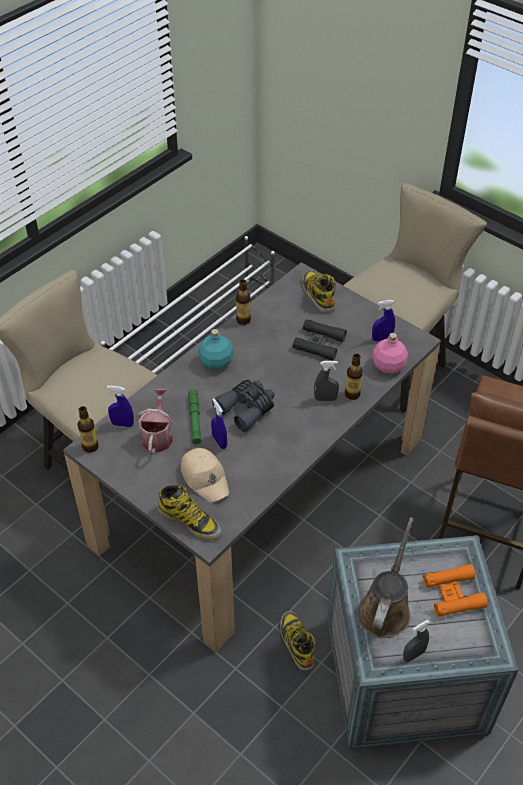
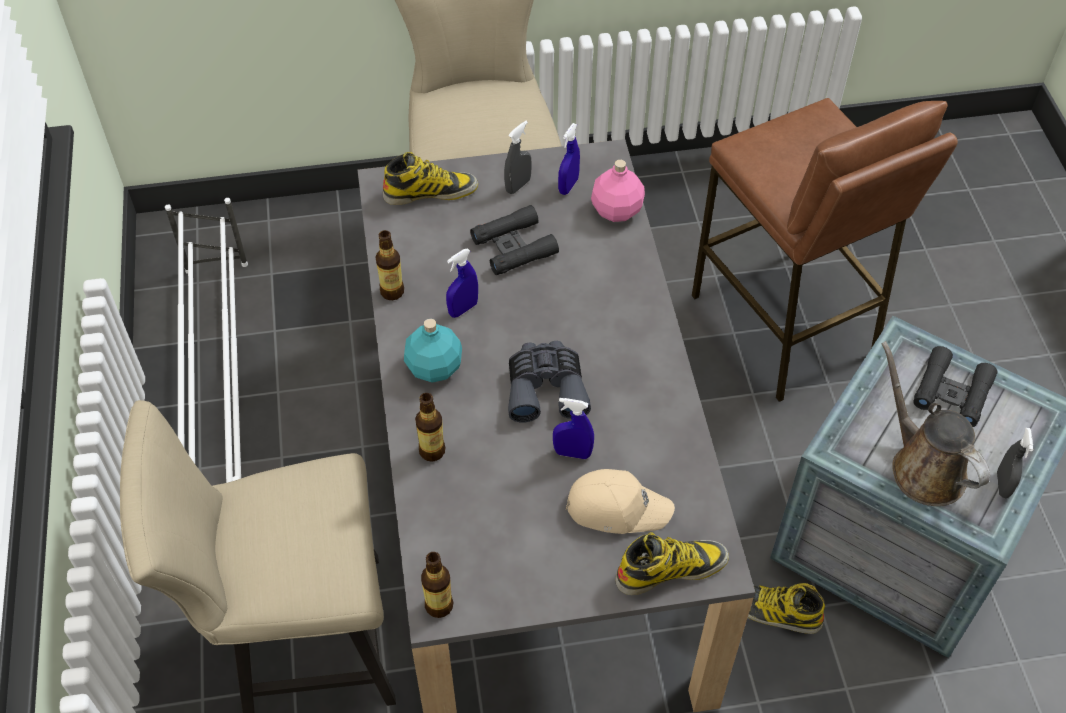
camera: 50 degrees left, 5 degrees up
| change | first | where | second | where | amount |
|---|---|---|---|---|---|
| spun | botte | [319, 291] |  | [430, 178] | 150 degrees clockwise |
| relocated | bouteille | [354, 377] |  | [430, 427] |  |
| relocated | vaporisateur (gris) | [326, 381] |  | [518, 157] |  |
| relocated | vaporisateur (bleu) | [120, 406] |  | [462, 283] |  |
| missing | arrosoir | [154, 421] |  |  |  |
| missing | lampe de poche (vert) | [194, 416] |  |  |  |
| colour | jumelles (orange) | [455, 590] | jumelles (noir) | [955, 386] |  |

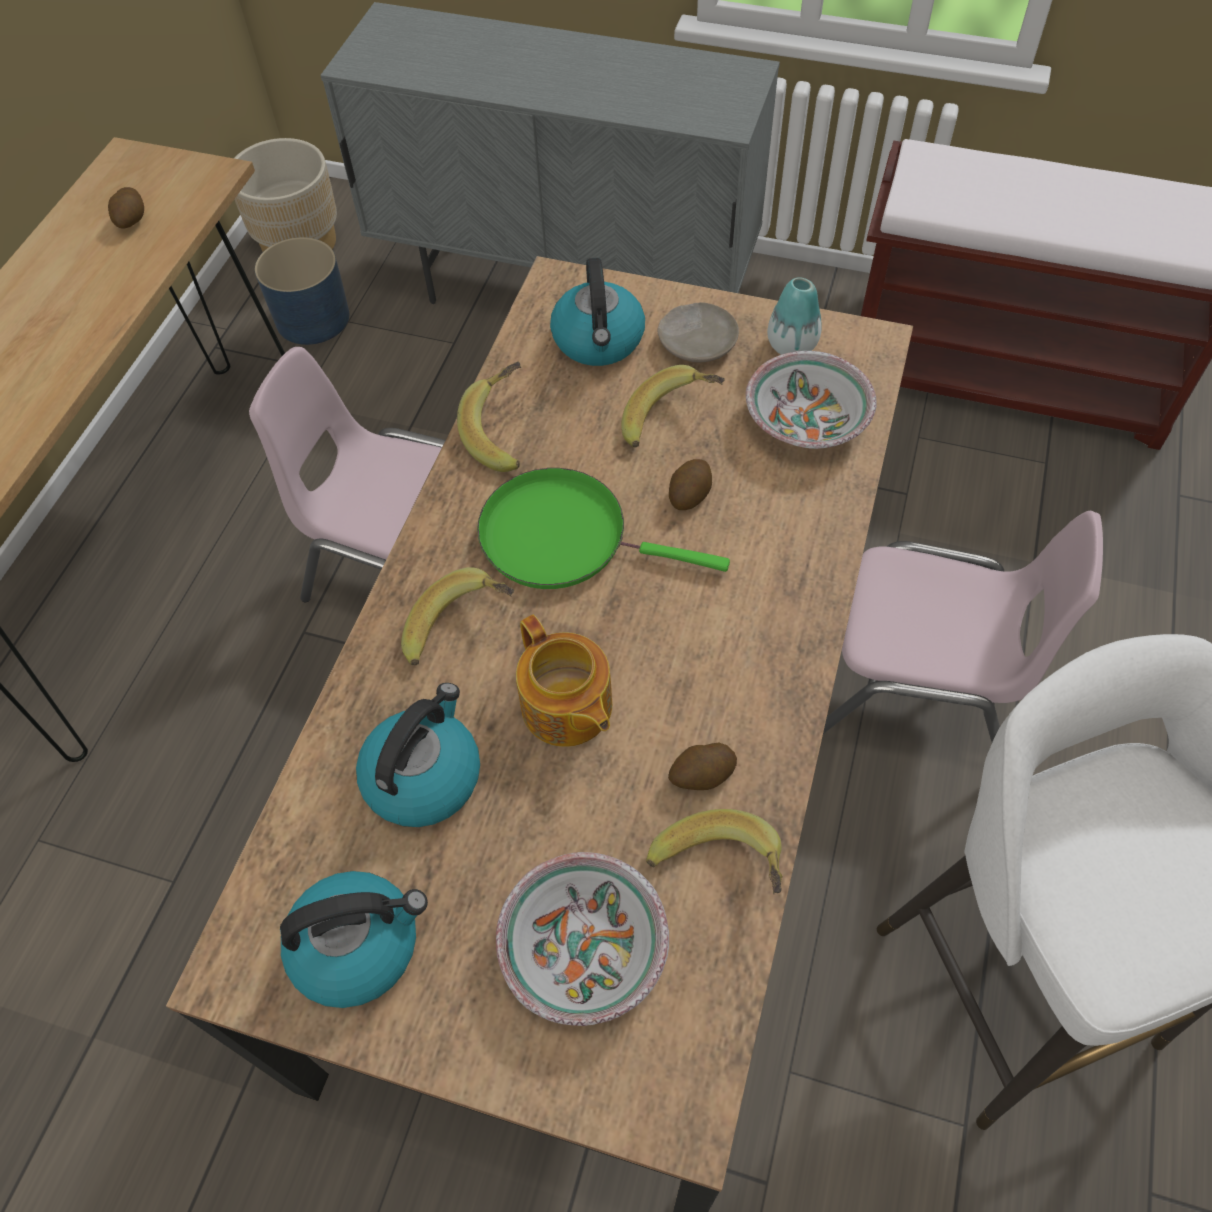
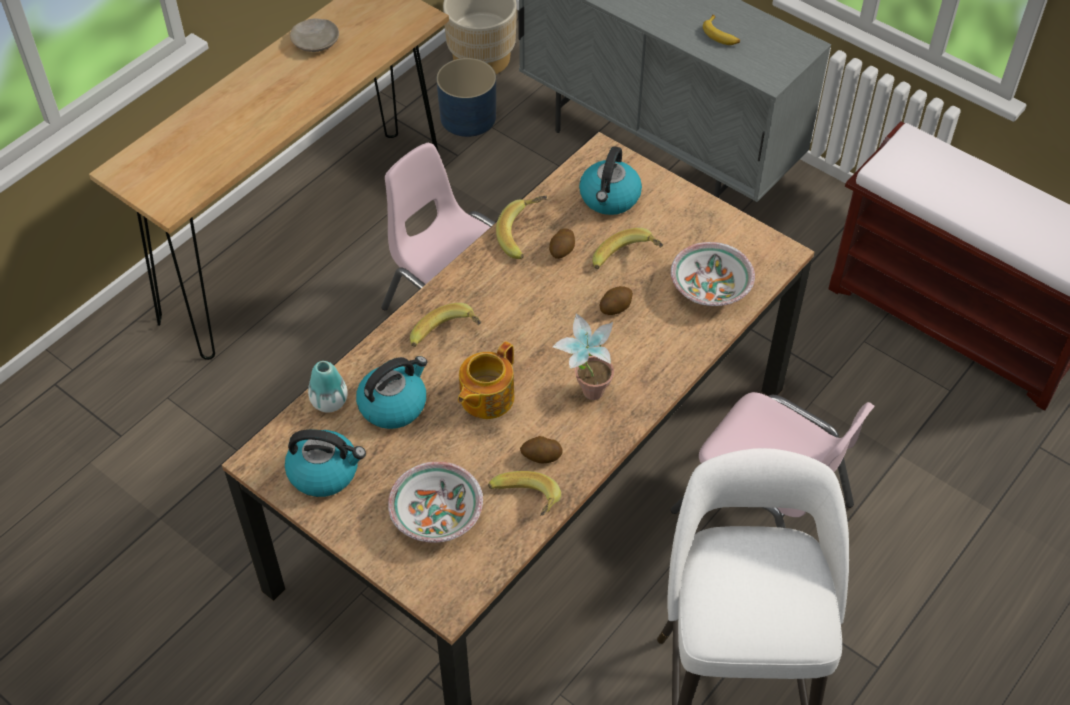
camera: 20 degrees right, 5 degrees down
| change | first | where | second | where | amount |
|---|---|---|---|---|---|
| relocated | pomme de terre | [126, 208] |  | [562, 243] |  |
| relocated | vase | [794, 316] |  | [328, 387] |  |
| relocated | assiette (beige) | [698, 332] |  | [314, 35] |  |
| missing | poêle (vert) | [603, 528] |  |  |  |
| spun | théière | [564, 681] |  | [486, 380] | 45 degrees clockwise |
| appeared |  |  | banane | [721, 30] |  |
| appeared |  |  | plante en pot | [583, 356] |  |

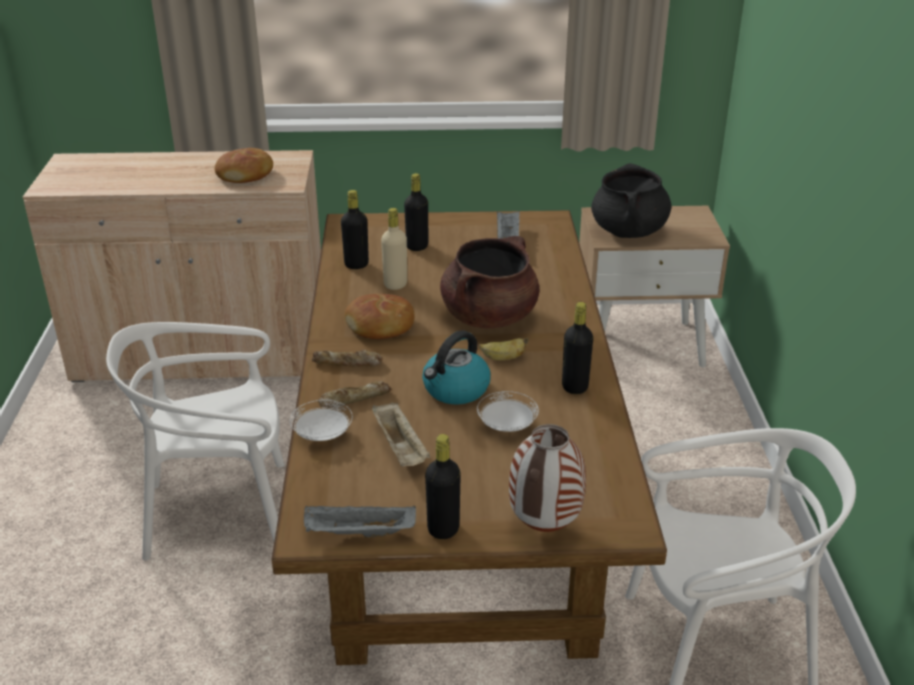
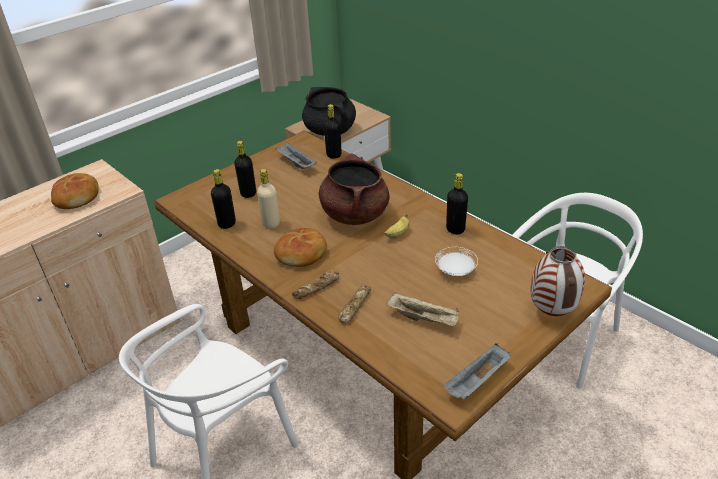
camera: 40 degrees left, 5 degrees up
| change | first | where | second | where | amount |
|---|---|---|---|---|---|
| missing | bouilloire | [456, 368] |  |  |  |
| missing | assiette (blanc) | [321, 420] |  |  |  |
| relocated | bouteille (noir) | [443, 486] |  | [333, 131] |  |

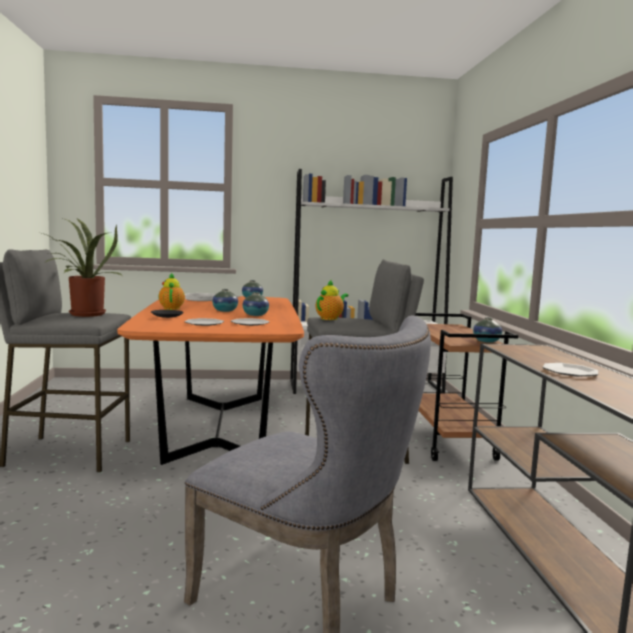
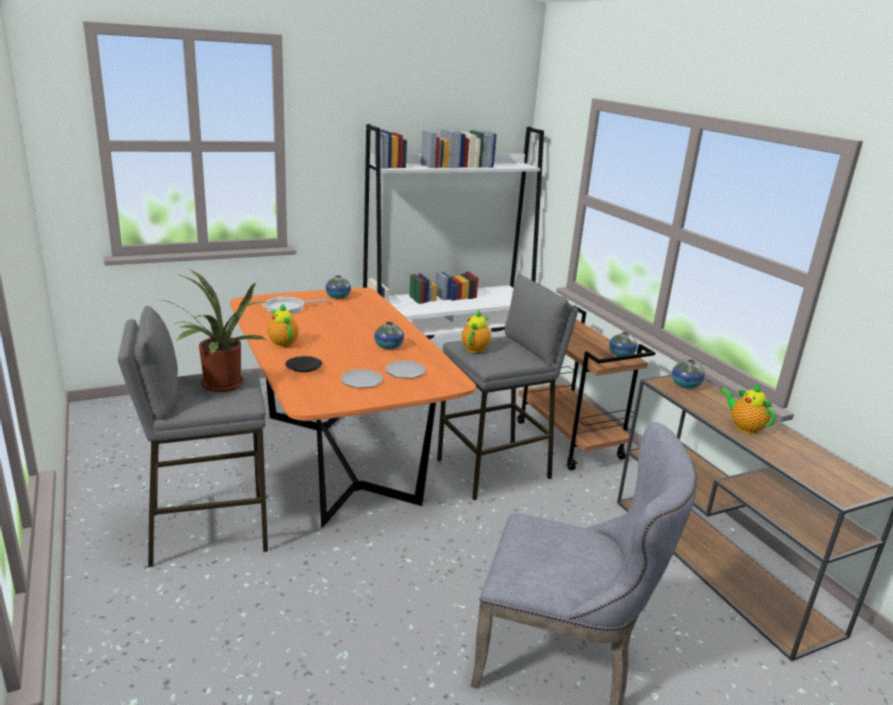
camera: 20 degrees left, 15 degrees up
| change | first | where | second | where | amount |
|---|---|---|---|---|---|
| relocated | vase | [225, 300] |  | [688, 374] |  |
| exchanged | assiette | [570, 369] | théière | [748, 408] |  |

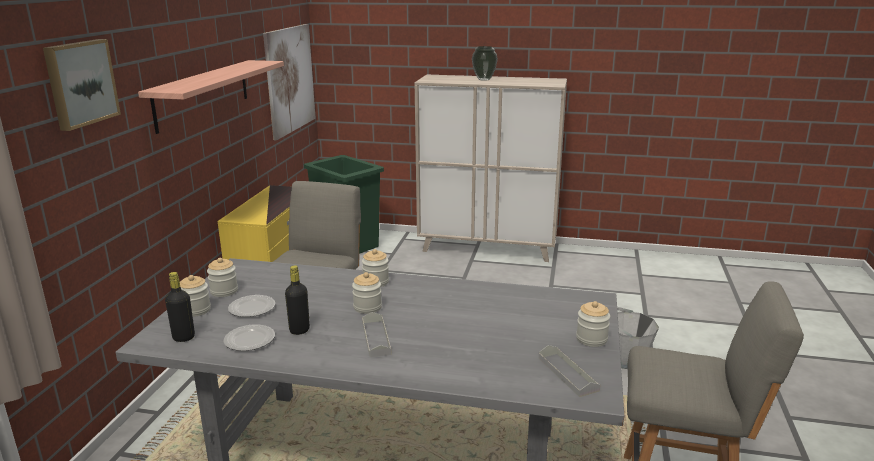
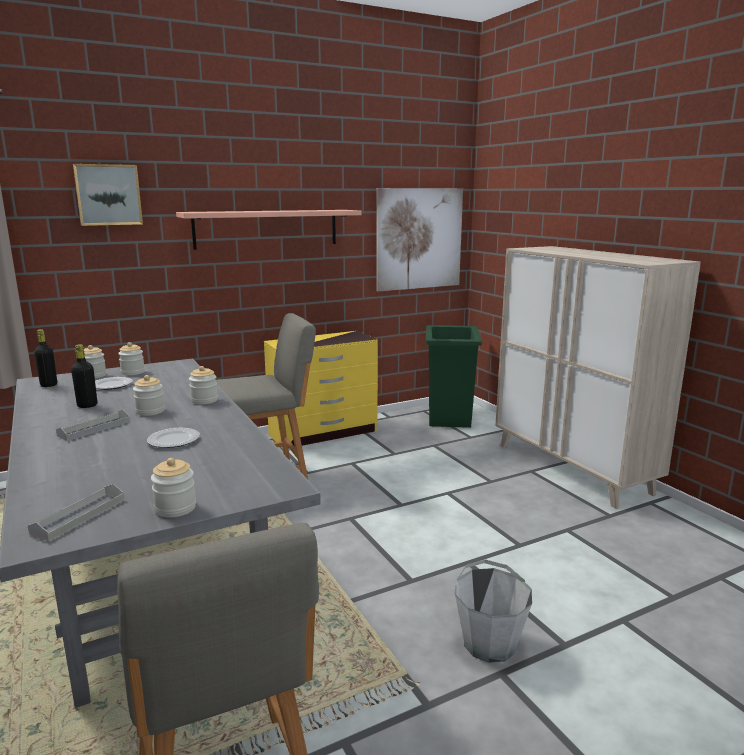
camera: 50 degrees right, 5 degrees down
| change | first | where | second | where | amount |
|---|---|---|---|---|---|
| missing | vase | [485, 63] |  |  |  |
| relocated | assiette | [249, 337] |  | [173, 438] |  |

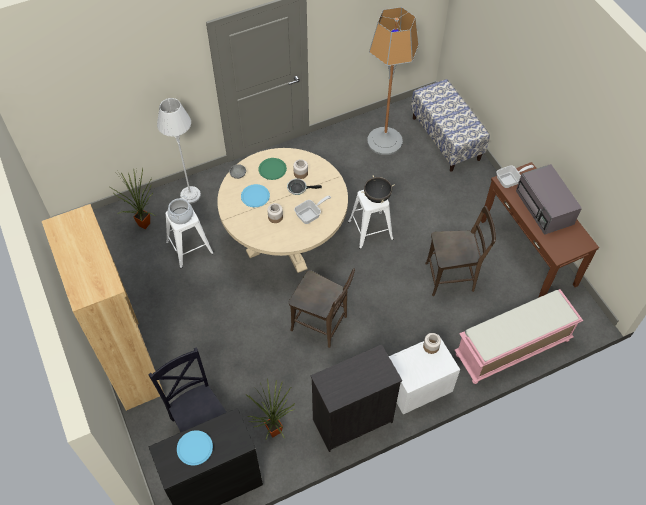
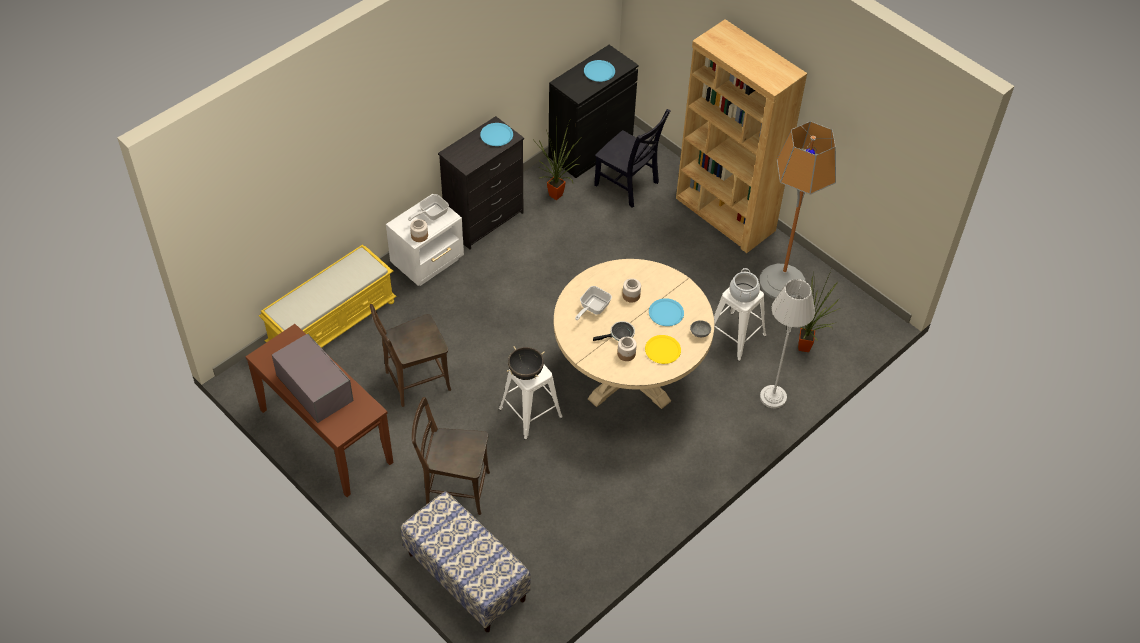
camera: 160 degrees right, 5 degrees down
| change | first | where | second | where | amount |
|---|---|---|---|---|---|
| relocated | lampadaire | [393, 81] |  | [797, 210] |  |
| colour | assiette (vert) | [272, 169] | assiette (jaune) | [663, 349] |  |
| relocated | poêle | [515, 176] |  | [428, 207] |  |
| relocated | chaise (marron) | [322, 308] |  | [451, 456] |  |
| colour | banc (rose) | [519, 336] | banc (jaune) | [327, 296] |  |
| appeared |  |  | assiette (bleu) | [496, 134] |  |

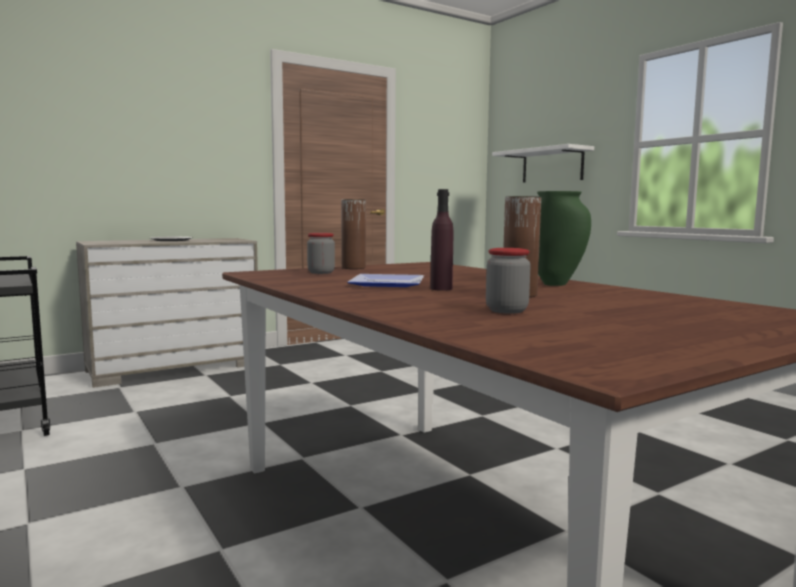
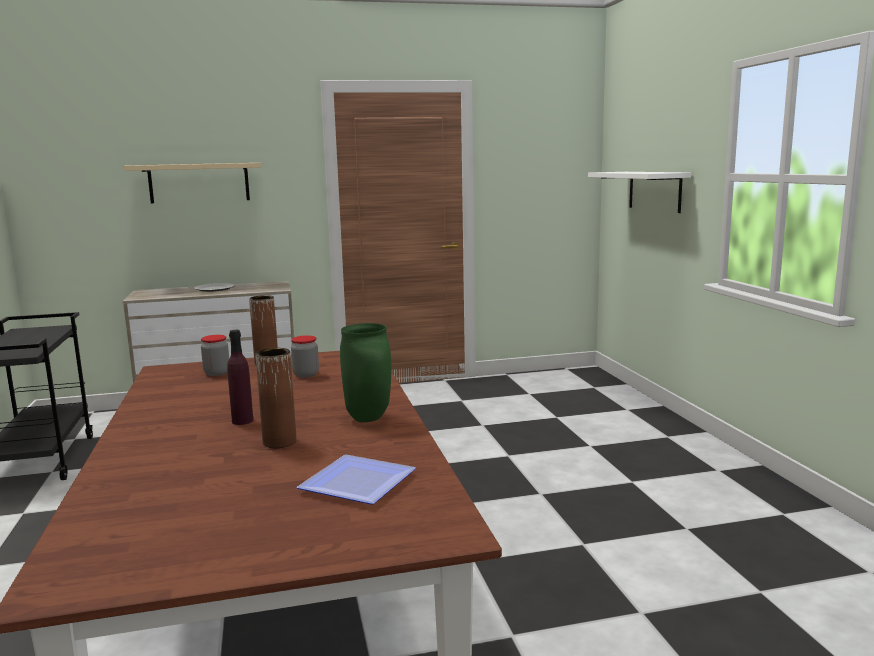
camera: 20 degrees right, 5 degrees up
| change | first | where | second | where | amount |
|---|---|---|---|---|---|
| relocated | bocal | [508, 281] |  | [305, 356] |  |
| relocated | assiette | [385, 280] |  | [356, 480] |  |
| appeared |  |  | étagère (beige) | [192, 183] |  |

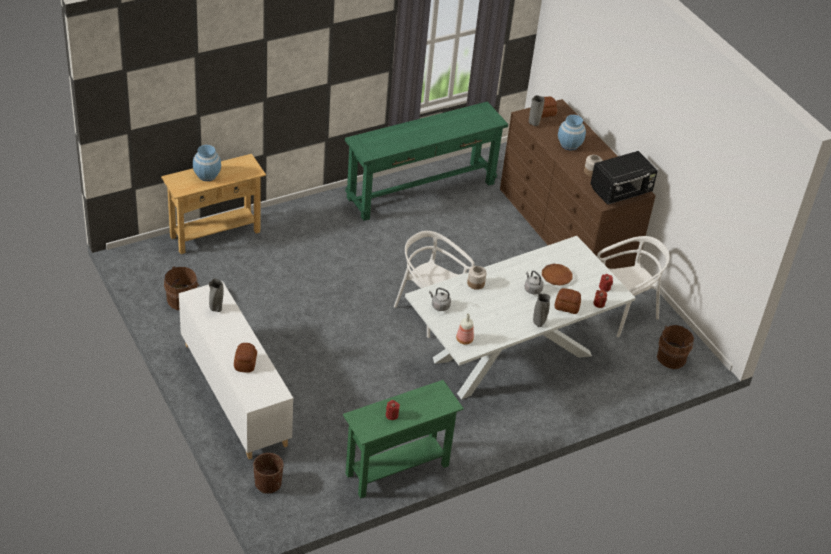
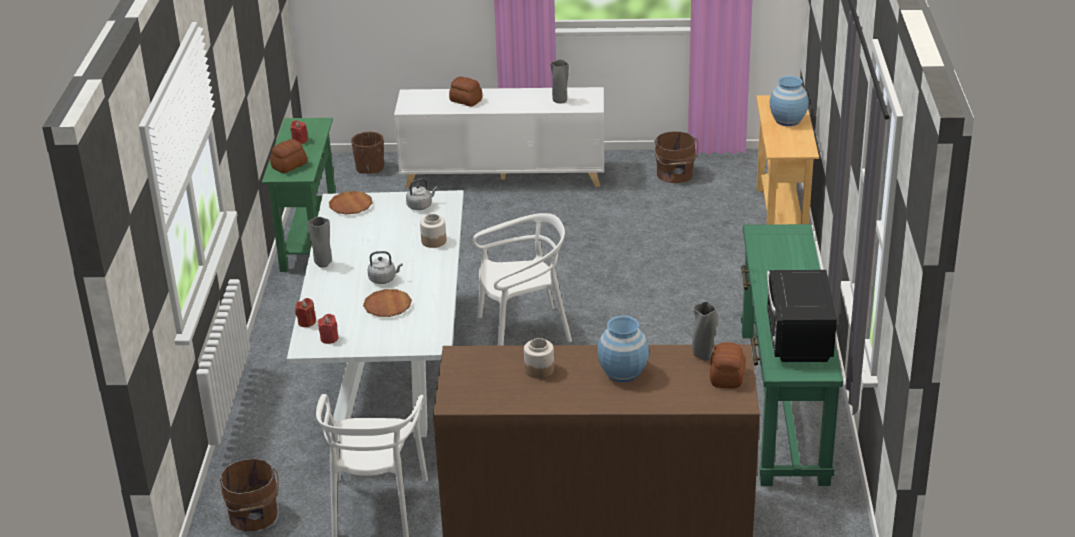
camera: 125 degrees right, 10 degrees down
| change | first | where | second | where | amount |
|---|---|---|---|---|---|
| relocated | micro-ondes (noir) | [624, 178] |  | [802, 316] |  |
| relocated | pain | [568, 301] |  | [288, 156] |  |
| exchanged | bouteille | [465, 329] | assiette (marron) | [351, 203] |  |

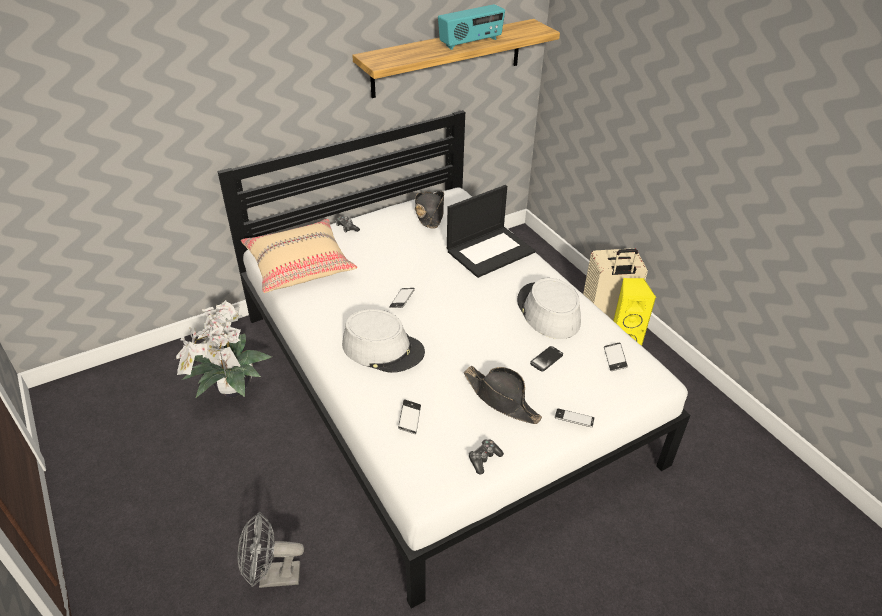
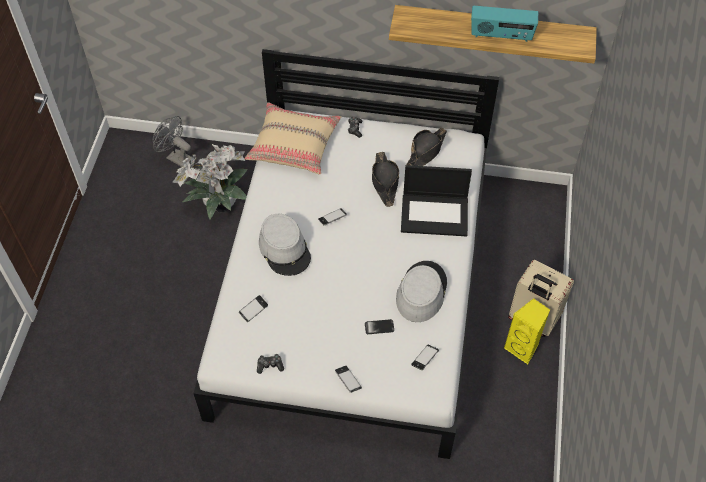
camera: 40 degrees right, 15 degrees up
| change | first | where | second | where | amount |
|---|---|---|---|---|---|
| relocated | chapeau (noir) | [503, 395] |  | [385, 179] |  |
| relocated | ventilateur (gris) | [270, 550] |  | [172, 141] |  |

